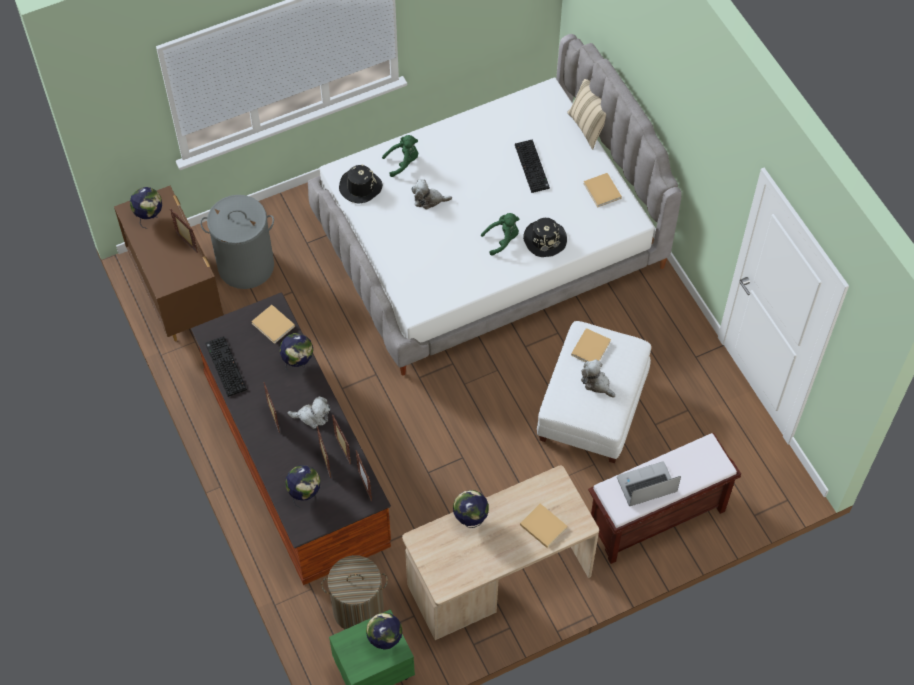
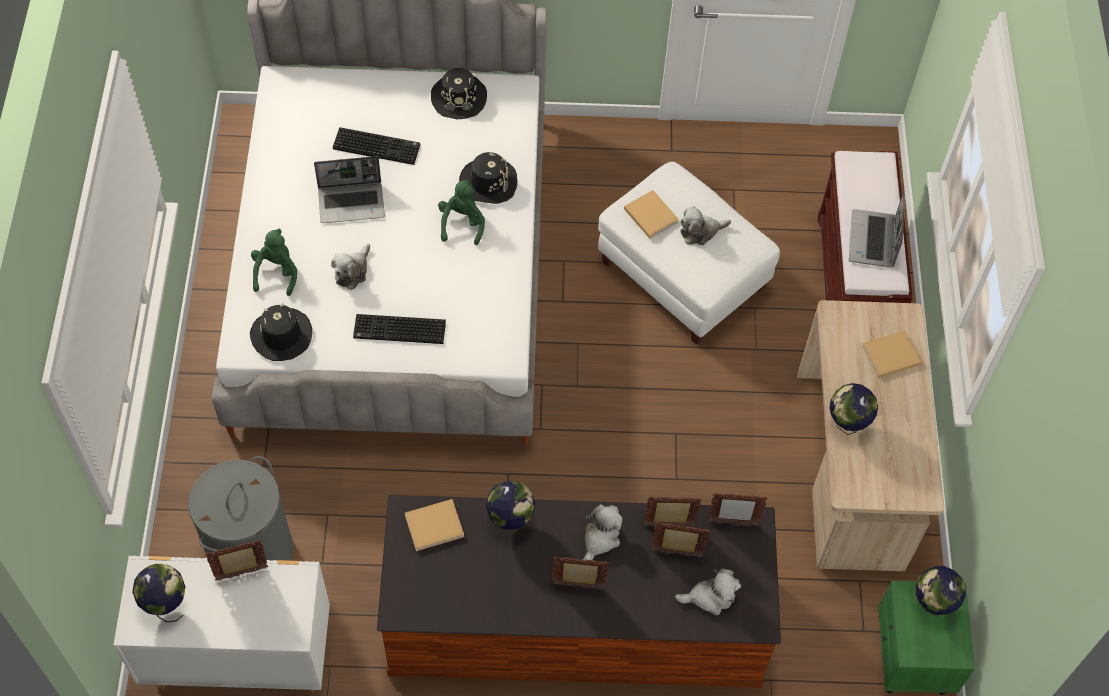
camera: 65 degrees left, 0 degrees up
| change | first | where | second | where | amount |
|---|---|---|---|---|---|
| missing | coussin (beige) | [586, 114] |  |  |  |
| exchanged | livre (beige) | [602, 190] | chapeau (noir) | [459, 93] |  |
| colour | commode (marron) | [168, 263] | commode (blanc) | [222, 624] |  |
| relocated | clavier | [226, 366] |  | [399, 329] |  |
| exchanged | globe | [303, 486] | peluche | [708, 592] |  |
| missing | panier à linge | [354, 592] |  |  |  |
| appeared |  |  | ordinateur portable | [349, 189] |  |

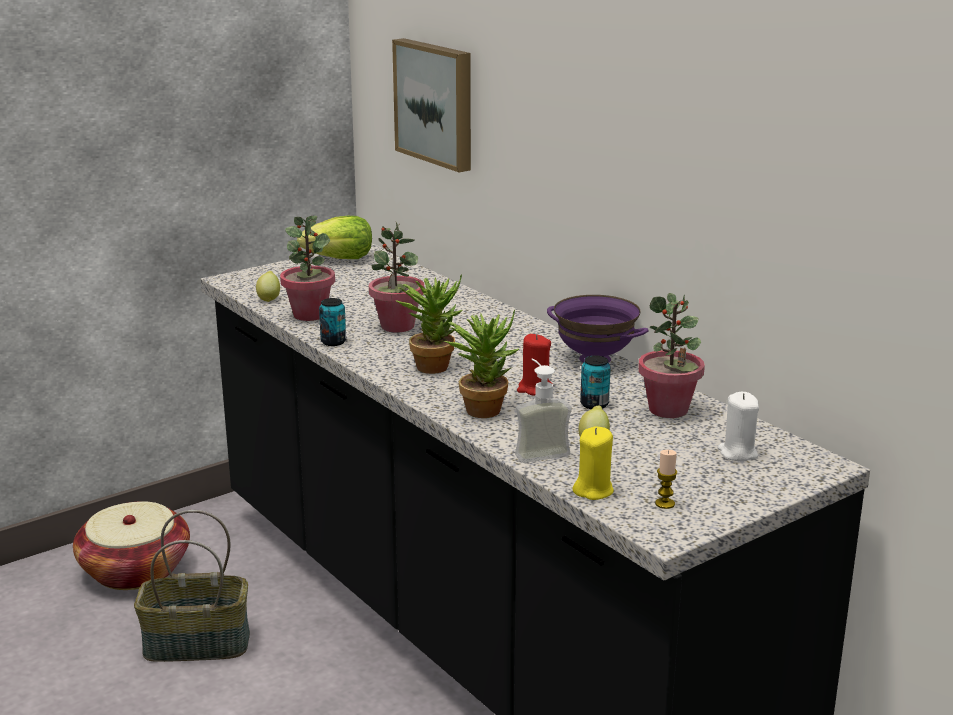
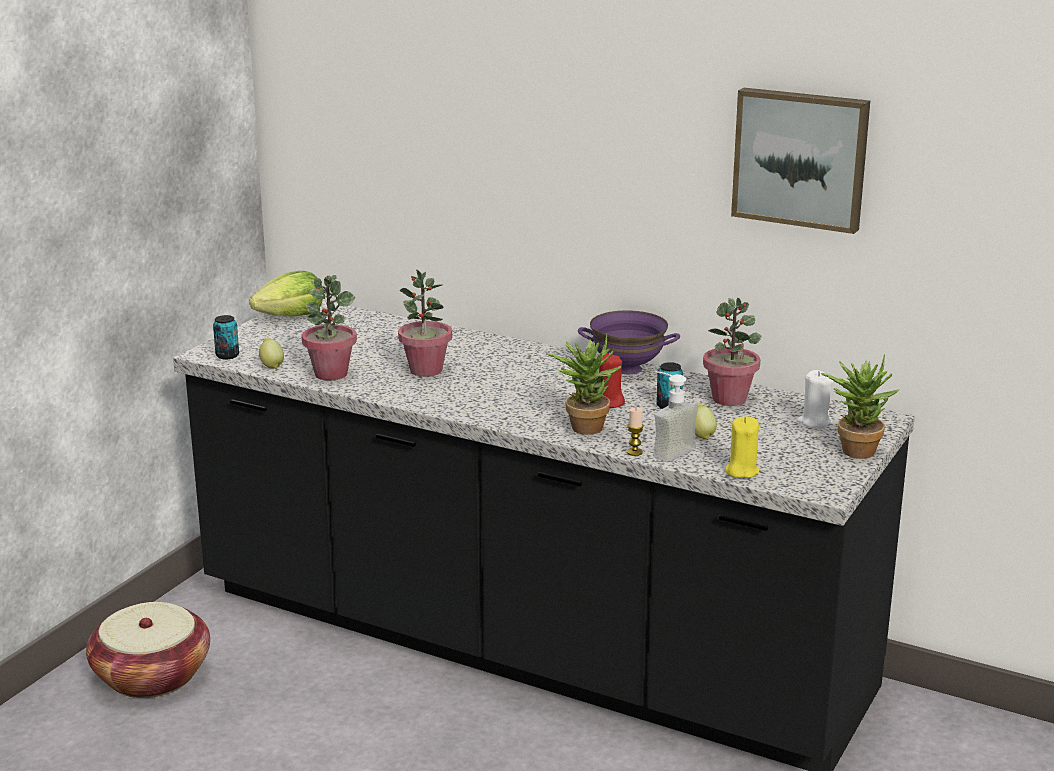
camera: 25 degrees left, 0 degrees up
| change | first | where | second | where | amount |
|---|---|---|---|---|---|
| relocated | tableau | [431, 105] |  | [800, 161] |  |
| relocated | plante en pot | [429, 324] |  | [860, 406] |  |
| relocated | boîte métallique | [332, 322] |  | [226, 337] |  |
| relocated | bougie | [666, 479] |  | [635, 432] |  |
| missing | panier | [192, 586] |  |  |  |

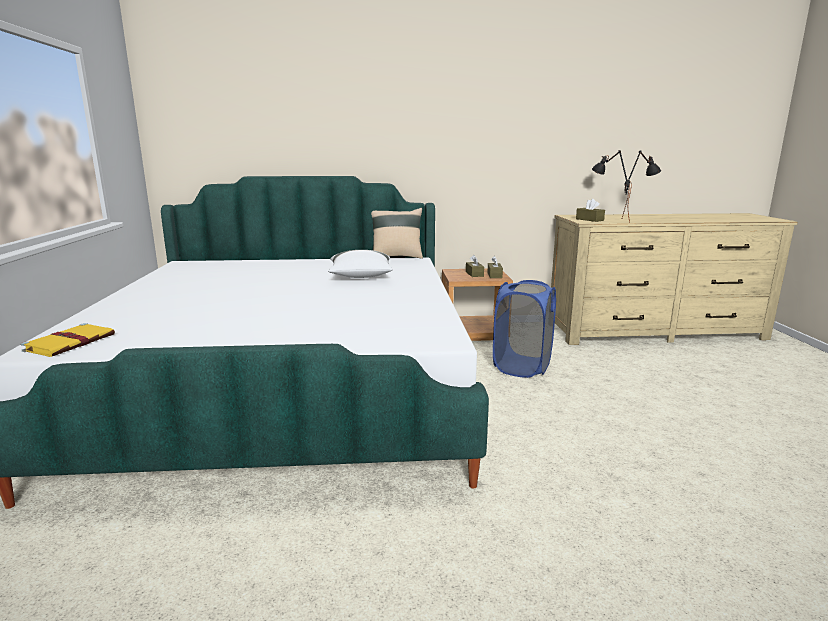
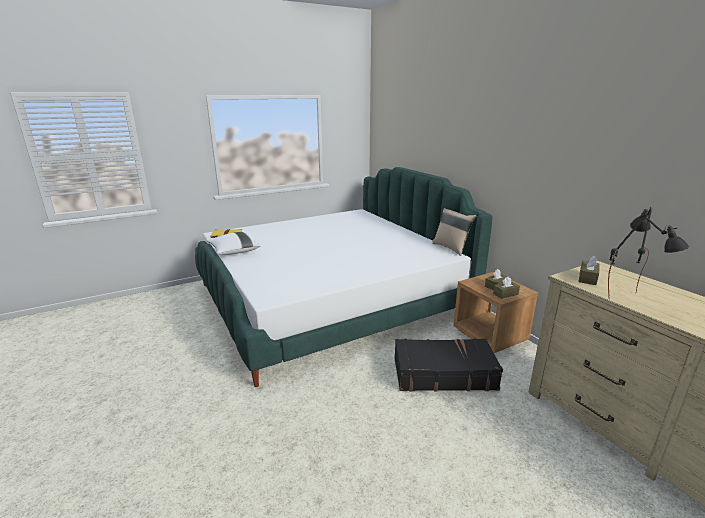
camera: 65 degrees right, 5 degrees up
| change | first | where | second | where | amount |
|---|---|---|---|---|---|
| relocated | coussin (blanc) | [360, 264] |  | [234, 243] |  |
| exchanged | panier à linge (bleu) | [524, 329] | valise (noir) | [449, 365] |  |

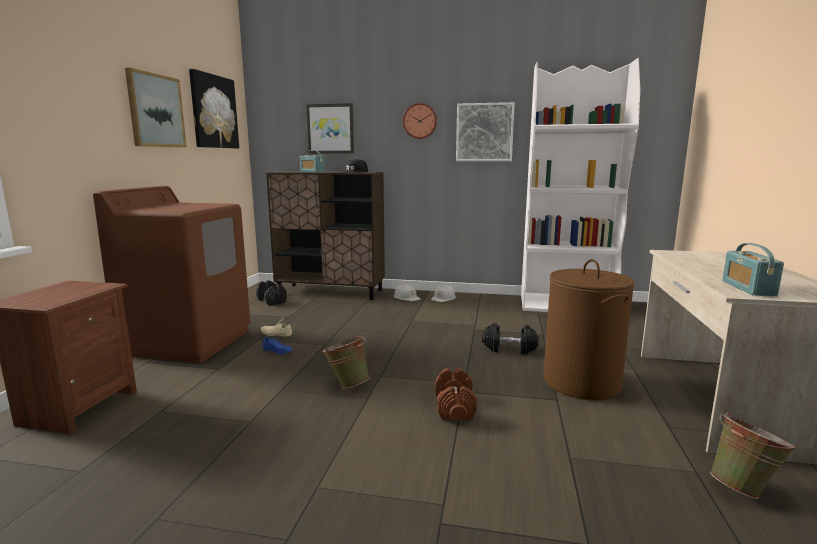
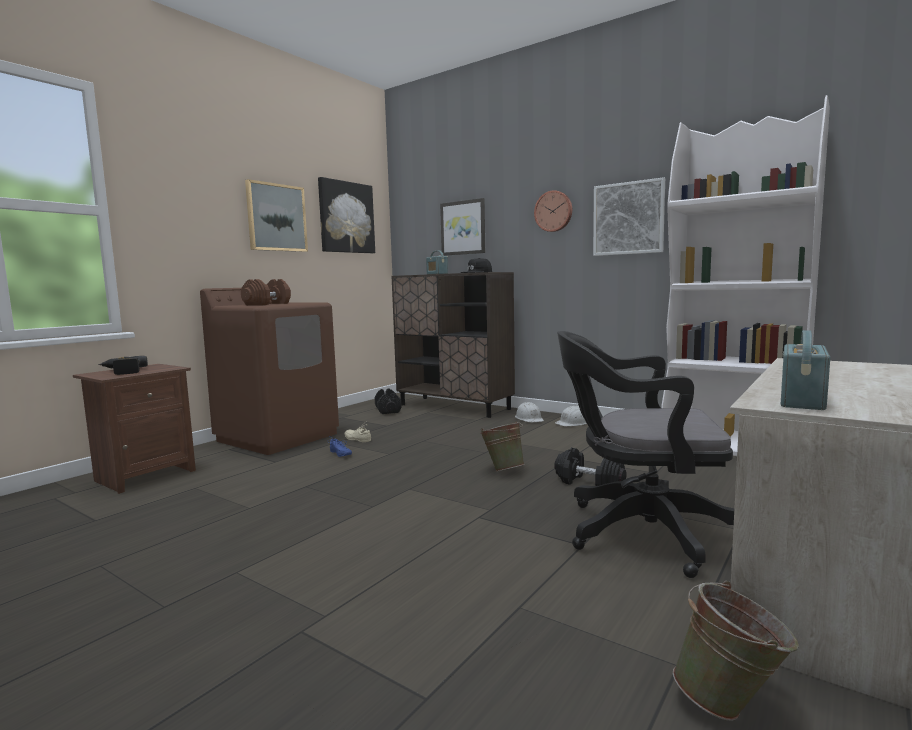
camera: 25 degrees right, 5 degrees down
| change | first | where | second | where | amount |
|---|---|---|---|---|---|
| exchanged | panier à linge (marron) | [588, 329] | chaise de bureau (noir) | [645, 454] |  |
| relocated | seau (vert) | [346, 362] |  | [502, 447] |  |
| relocated | haltère (marron) | [456, 394] |  | [266, 292] |  |
| appeared |  |  | perceuse | [123, 365] |  |

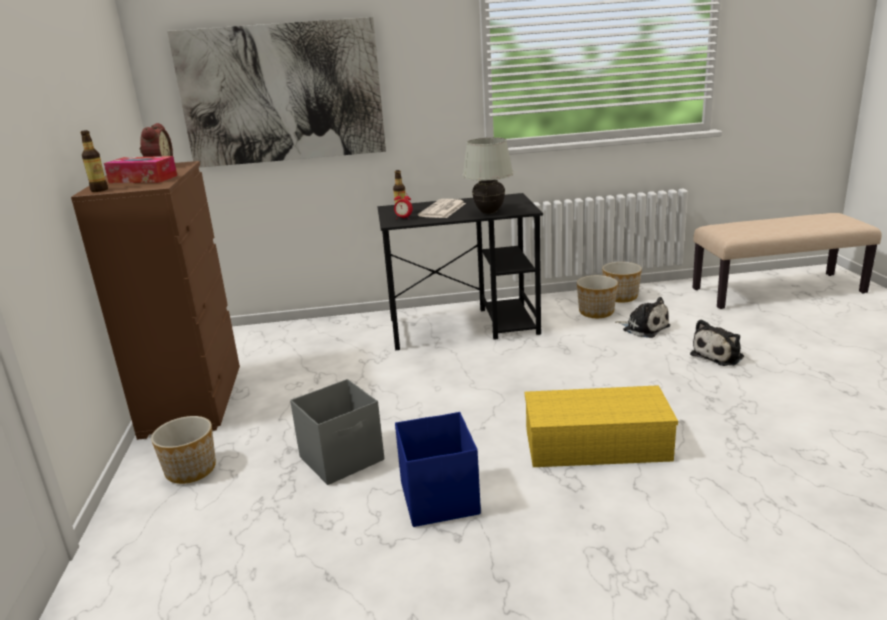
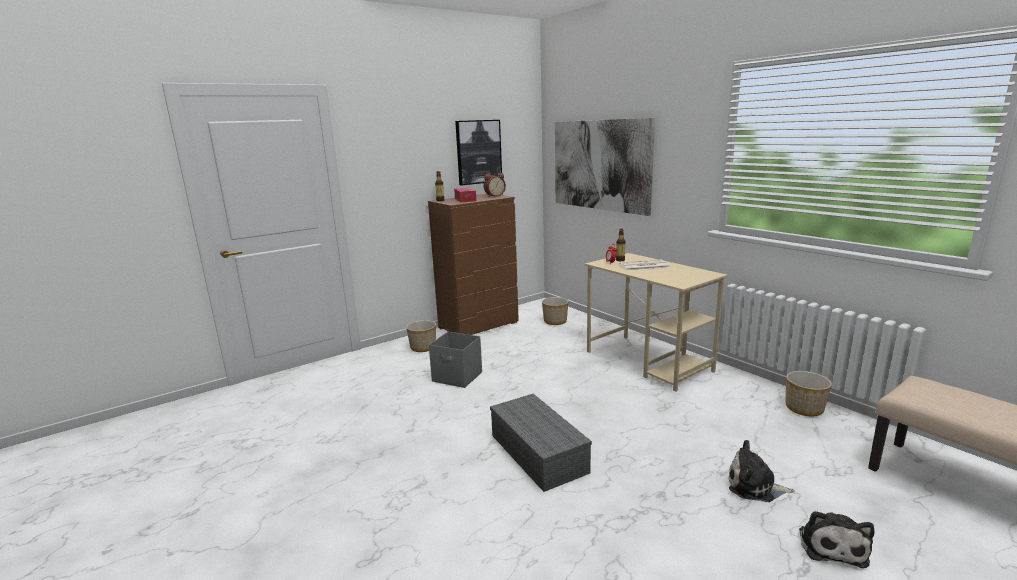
camera: 60 degrees right, 5 degrees down
| change | first | where | second | where | amount |
|---|---|---|---|---|---|
| missing | lampe de table (blanc) | [488, 175] |  |  |  |
| colour | bureau (noir) | [460, 271] | bureau (beige) | [656, 322] |  |
| relocated | cache-pot | [597, 296] |  | [555, 311] |  |
| relocated | peluche | [642, 317] |  | [836, 539] |  |
| colour | boîte de rangement (jaune) | [601, 426] | boîte de rangement (gris) | [541, 443] |  |
| missing | boîte de rangement (bleu) | [438, 469] |  |  |  |
| appeared |  |  | tableau | [478, 153] |  |

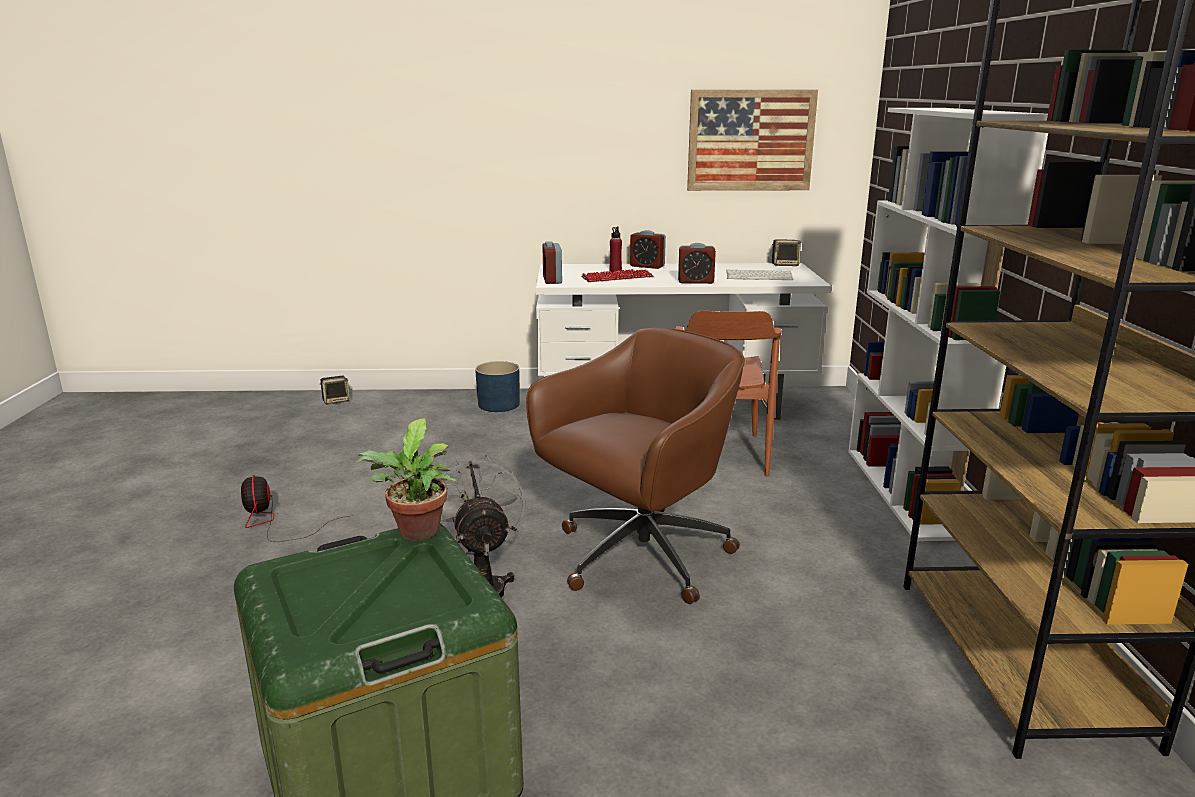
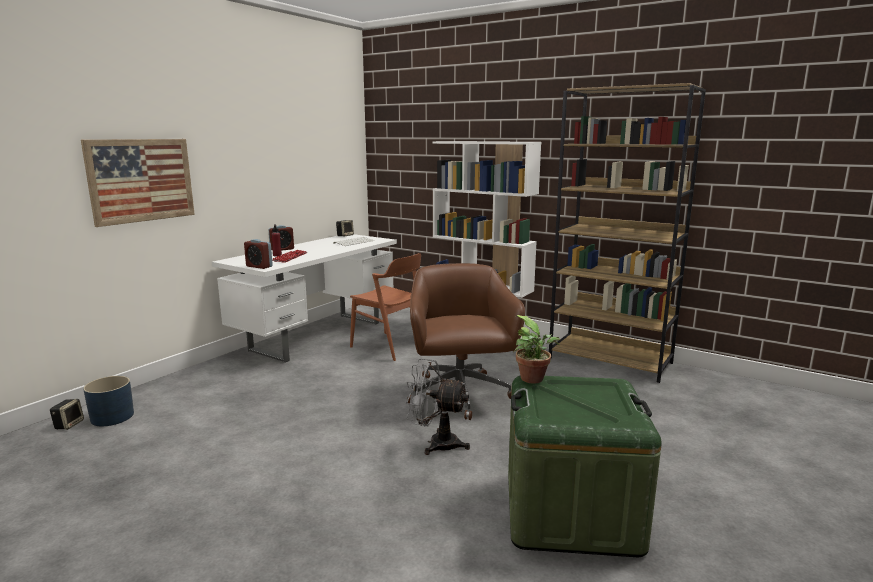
camera: 55 degrees left, 5 degrees down
| change | first | where | second | where | amount |
|---|---|---|---|---|---|
| relocated | tableau | [752, 140] |  | [138, 183] |  |
| missing | réveil | [697, 263] |  |  |  |
| relocated | cache-pot (bleu) | [497, 386] |  | [108, 401] |  |
| missing | ventilateur | [297, 508] |  |  |  |

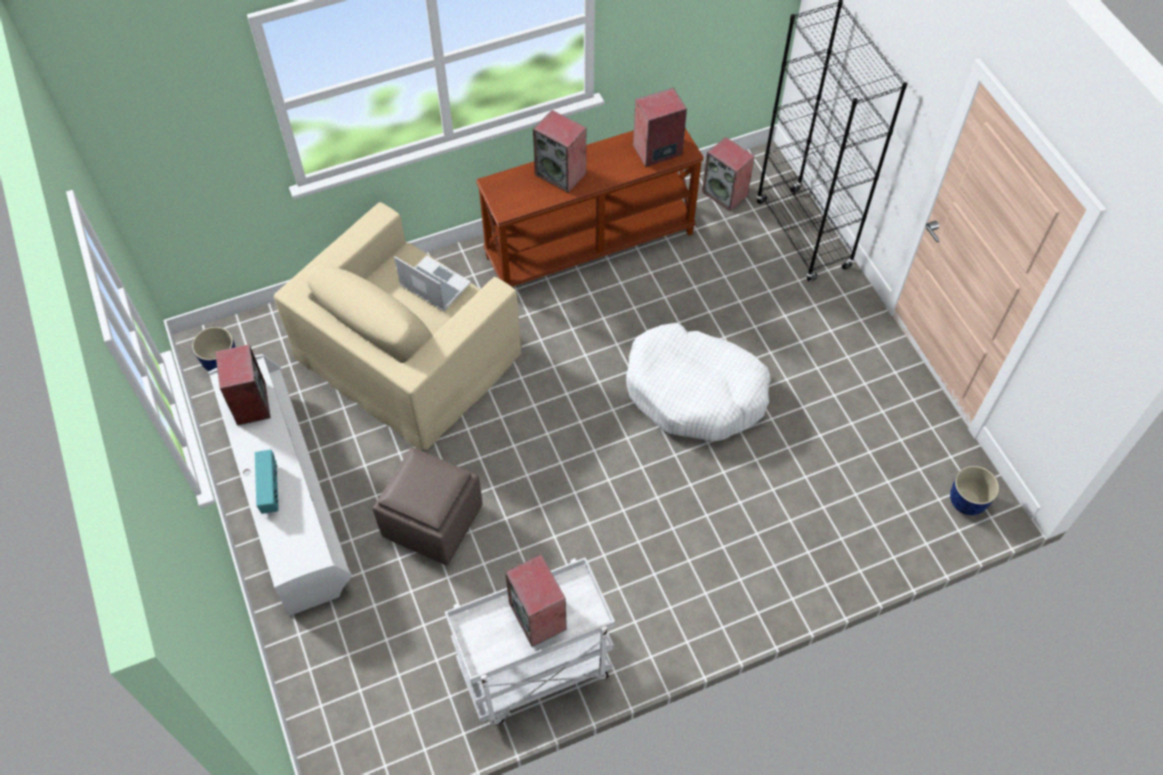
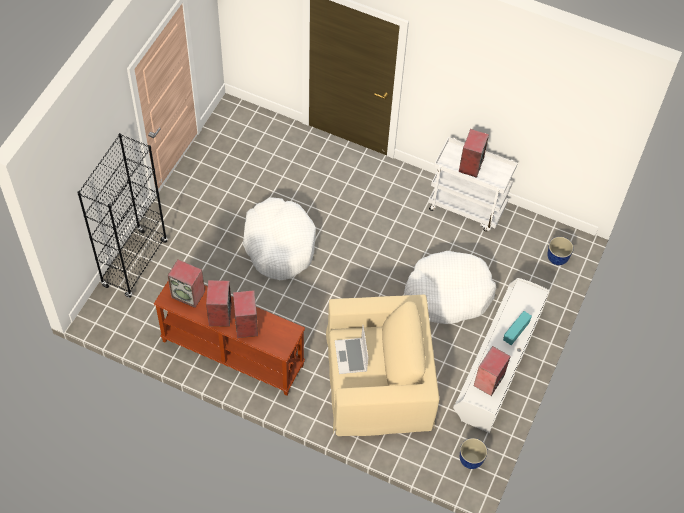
camera: 135 degrees left, 0 degrees up
| change | first | where | second | where | amount |
|---|---|---|---|---|---|
| relocated | enceinte | [728, 174] |  | [219, 303] |  |
| exchanged | pouf (marron) | [428, 506] | panier pour chien (blanc) | [450, 287] |  |
| relocated | cache-pot | [974, 490] |  | [560, 251] |  |

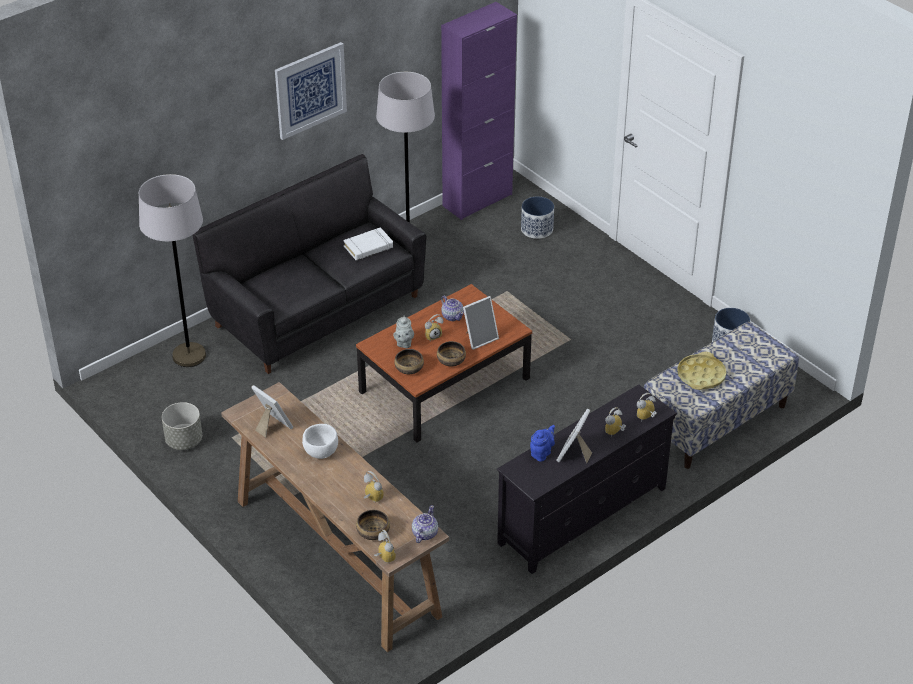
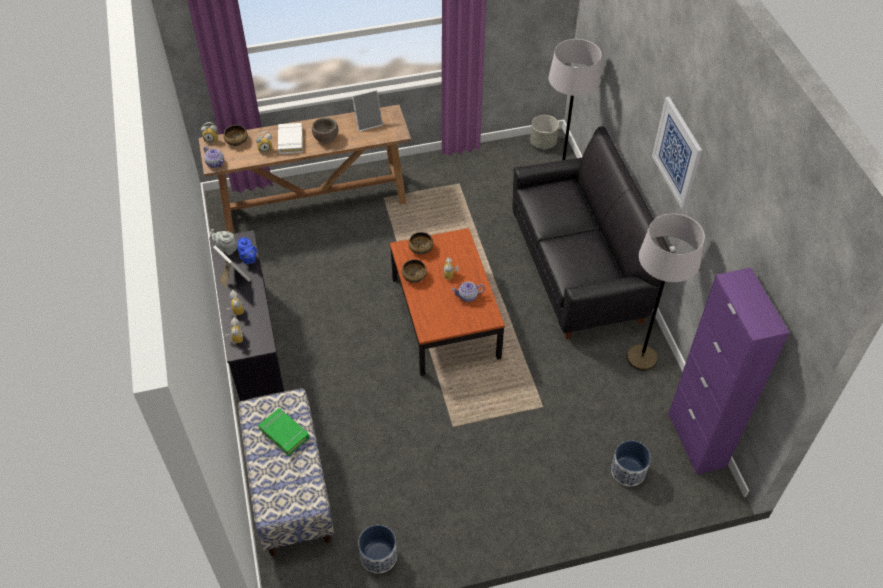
camera: 115 degrees right, 10 degrees up
| change | first | where | second | where | amount |
|---|---|---|---|---|---|
| relocated | livre (blanc) | [368, 243] |  | [289, 138] |  |
| missing | cadre photo | [481, 323] |  |  |  |
| relocated | théière (gris) | [403, 332] |  | [223, 242] |  |
| exchanged | plateau (jaune) | [702, 370] | livre (vert) | [283, 432] |  |
| relocated | cache-pot (gris) | [182, 426] |  | [544, 132] |  |
| colour | bol (blanc) | [320, 441] | bol (marron) | [325, 130] |  |

